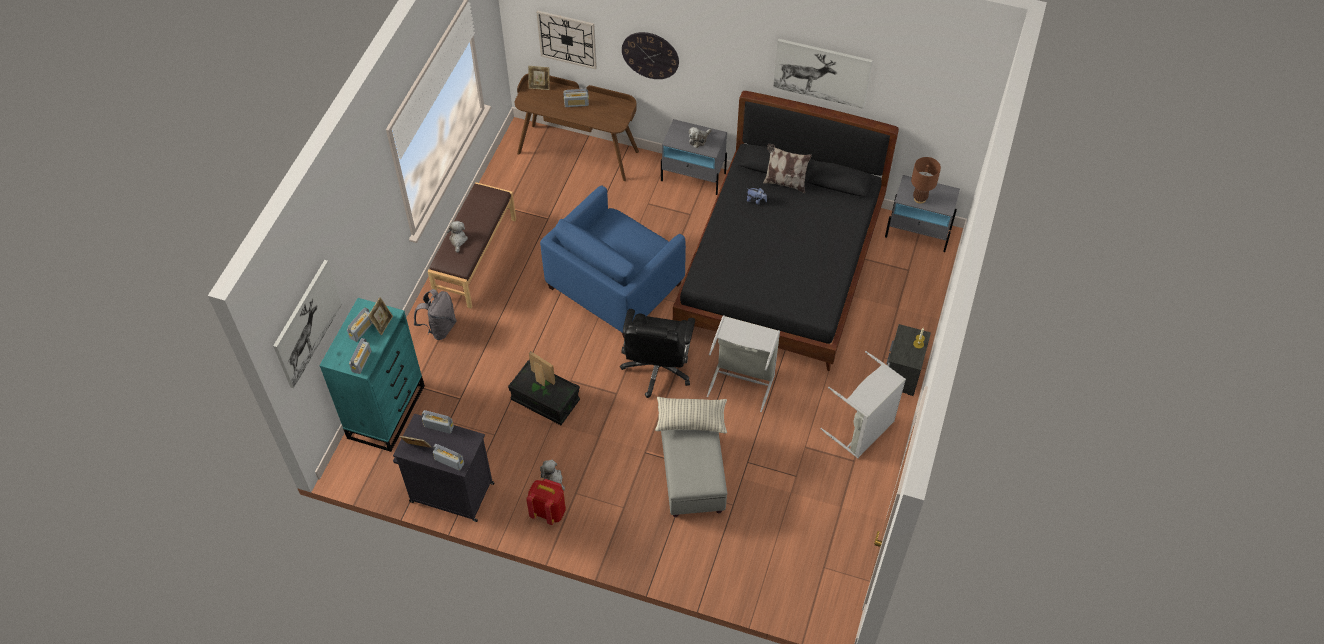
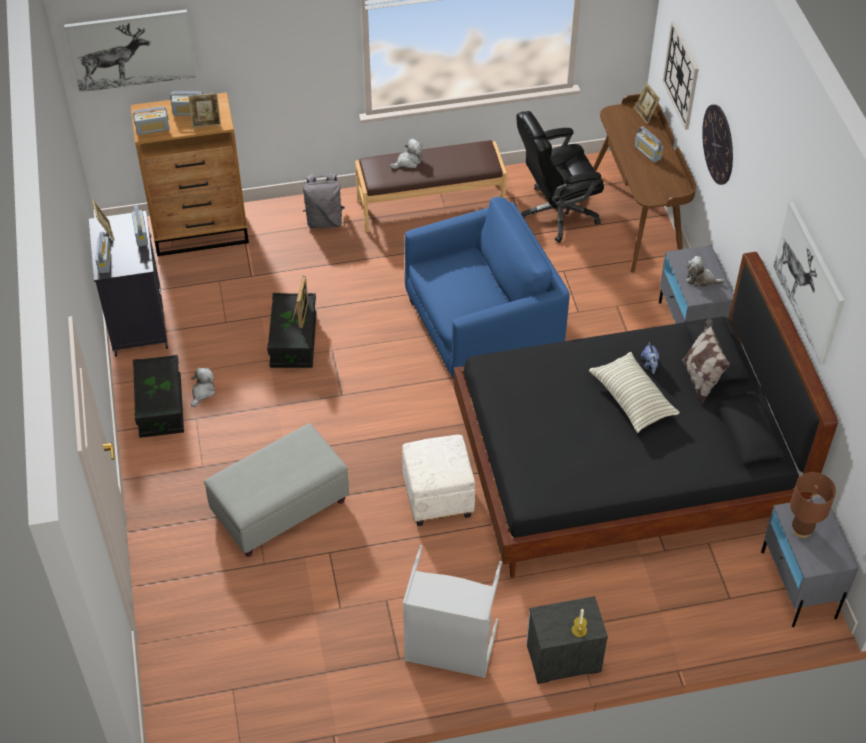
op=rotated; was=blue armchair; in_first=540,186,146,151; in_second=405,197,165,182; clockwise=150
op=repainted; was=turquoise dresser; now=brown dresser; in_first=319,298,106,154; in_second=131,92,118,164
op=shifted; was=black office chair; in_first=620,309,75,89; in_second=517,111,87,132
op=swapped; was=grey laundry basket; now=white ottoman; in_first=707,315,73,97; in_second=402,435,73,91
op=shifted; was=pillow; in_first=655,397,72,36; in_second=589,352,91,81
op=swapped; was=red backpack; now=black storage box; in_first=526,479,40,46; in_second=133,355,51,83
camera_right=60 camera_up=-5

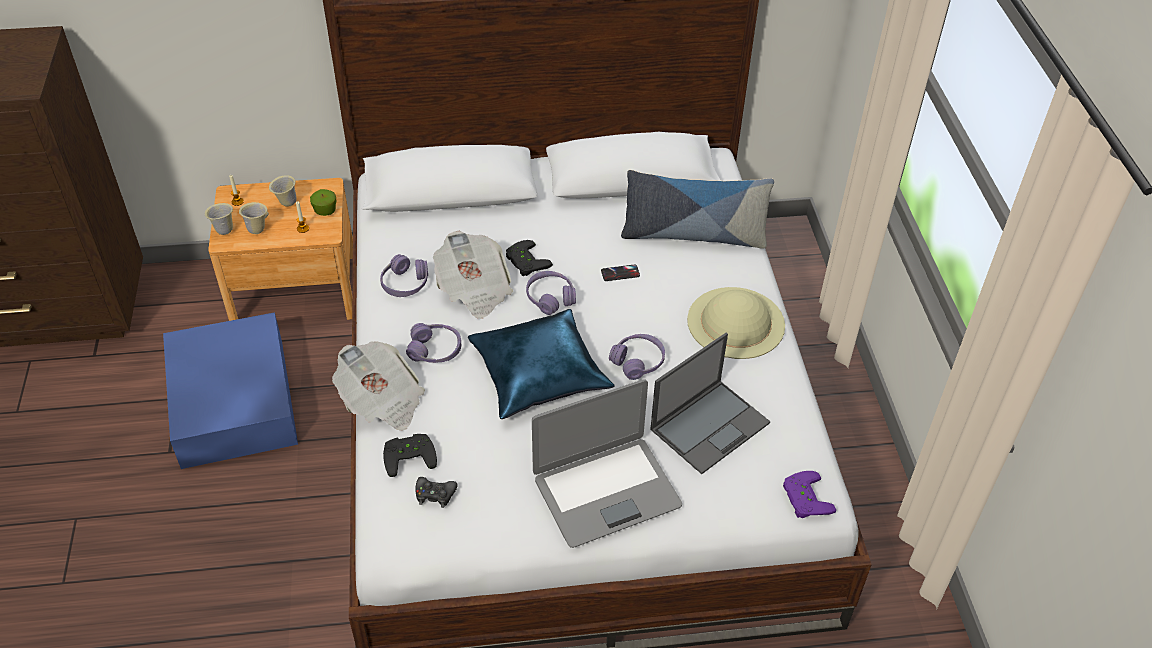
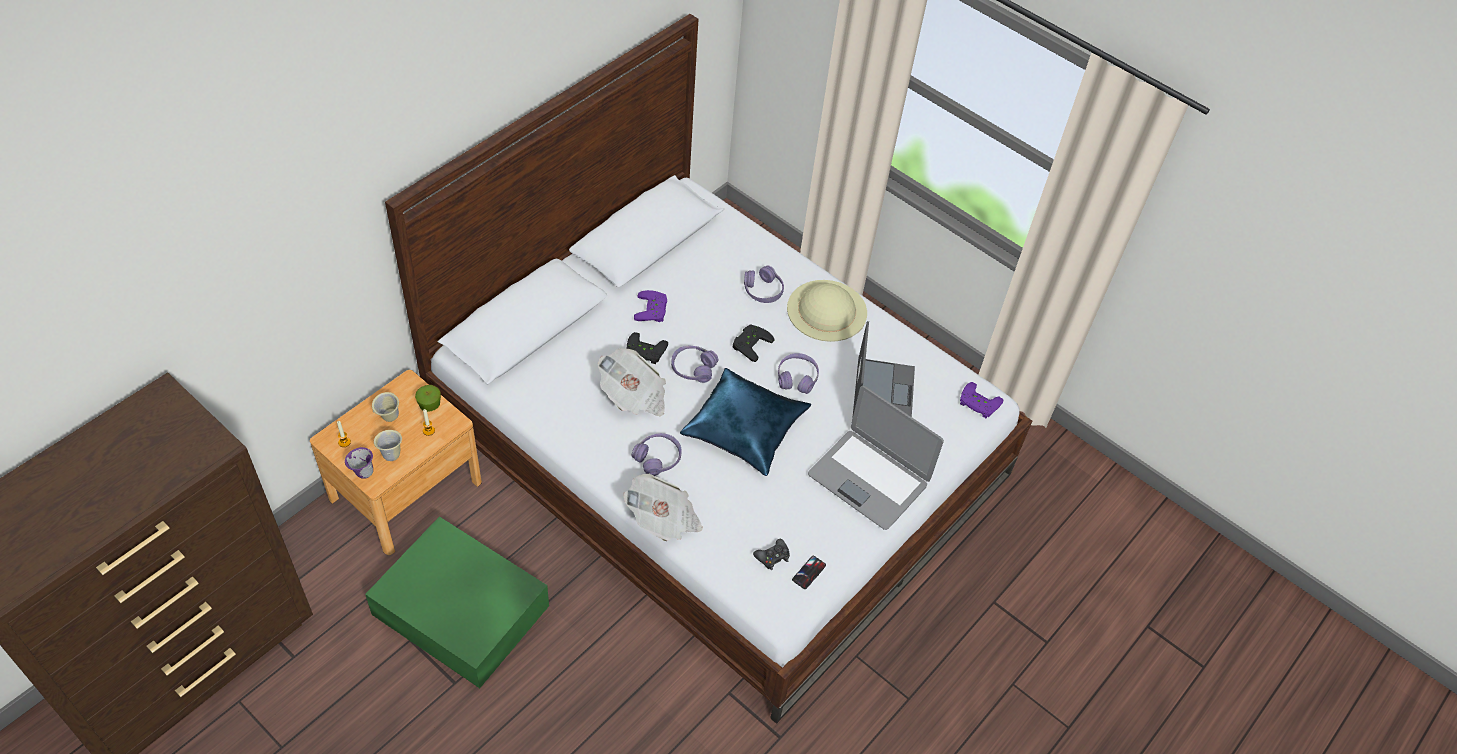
op=gone; was=pillow; in_first=621,170,153,79
op=repainted; was=beige mug; now=purple mug; in_first=205,203,28,32; in_second=345,447,28,32
op=shifted; was=purple headphones; in_first=380,254,48,43; in_second=744,266,40,37
op=shifted; was=phone; in_first=601,264,39,17; in_second=792,556,34,33
op=repainted; was=blue storage box; now=green storage box; in_first=163,312,135,157; in_second=365,516,184,172
op=rotated; was=laptop; in_first=532,379,150,169; in_second=808,385,136,145; clockwise=105
op=shifted; was=black game controller; in_first=383,434,54,43; in_second=733,324,41,38
op=new; now=purple game controller; in_second=634,290,33,32
camera_right=-45 camera_up=5

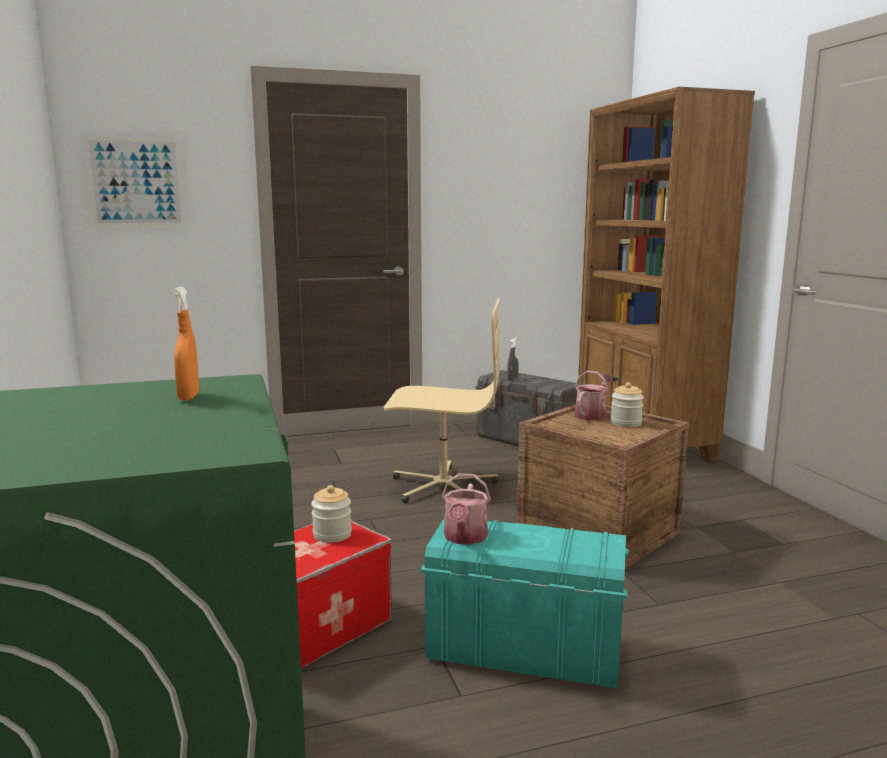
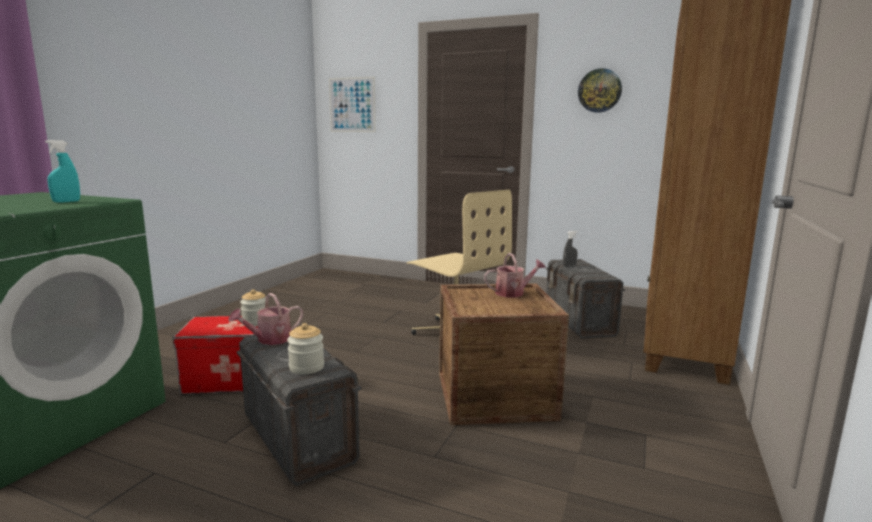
op=repainted; was=orange spray bottle; now=turquoise spray bottle; in_first=173,287,26,114; in_second=45,140,35,62
op=shifted; was=jar; in_first=611,382,33,45; in_second=287,323,37,51
op=repainted; was=turquoise storage box; now=grey storage box; in_first=420,517,208,171; in_second=237,335,125,151
op=new; now=wall clock; in_second=578,68,44,45
camera_right=40 camera_up=0

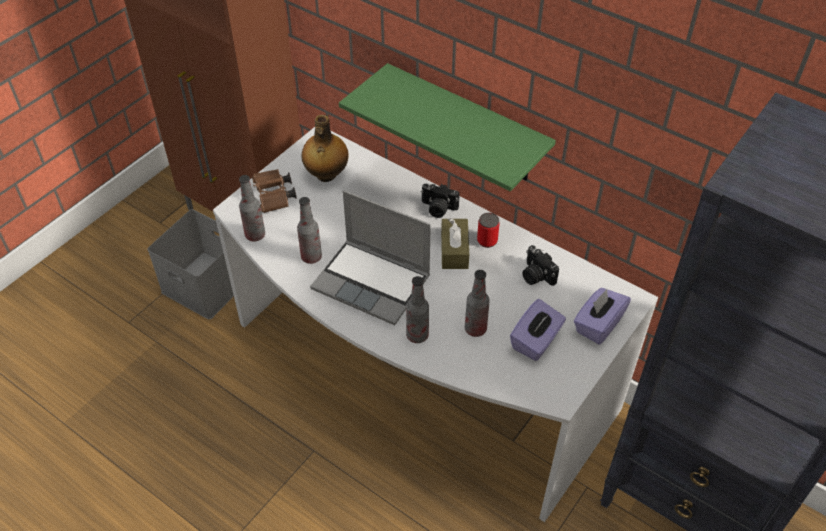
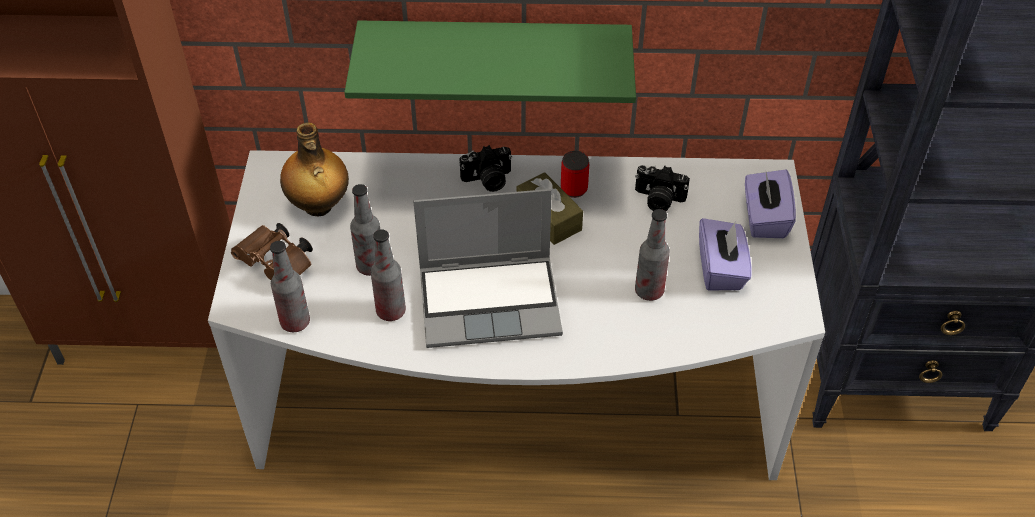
op=gone; was=grey storage box; in_first=147,209,87,111
op=shifted; was=bottle; in_first=406,276,23,67; in_second=350,184,30,92
camera_right=-35 camera_up=0

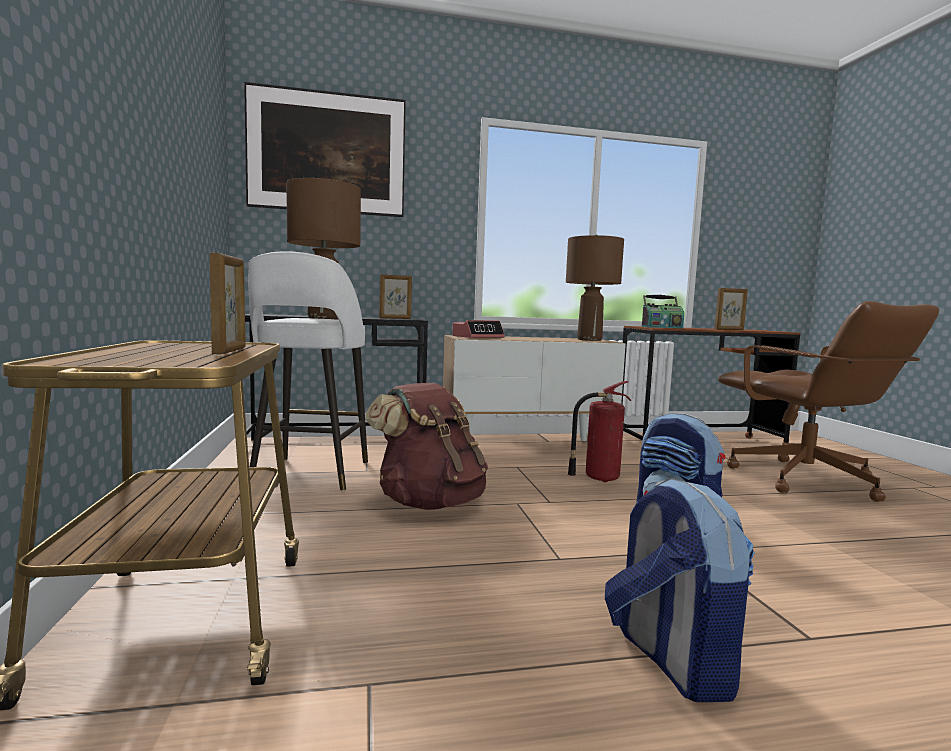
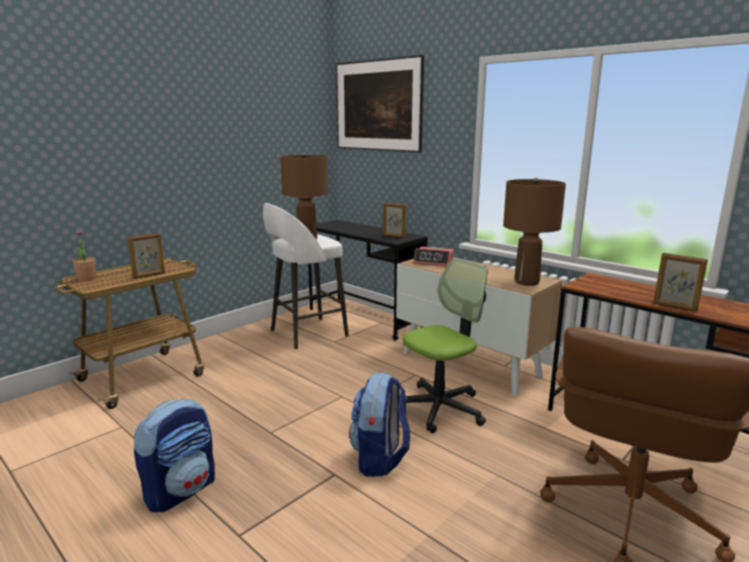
op=gone; was=radio; in_first=642,295,43,33
op=swapped; was=fire extinguisher; now=office chair; in_first=568,381,64,101; in_second=403,258,85,175
op=gone; was=brown backpack; in_first=366,383,122,127
op=new; now=potted plant; in_second=73,229,23,52
camera_right=55 camera_up=10

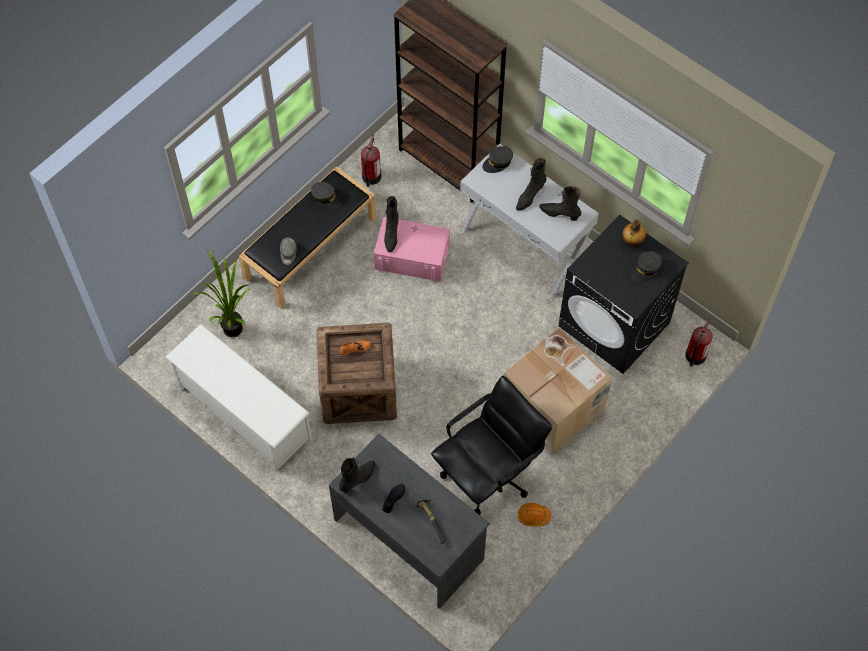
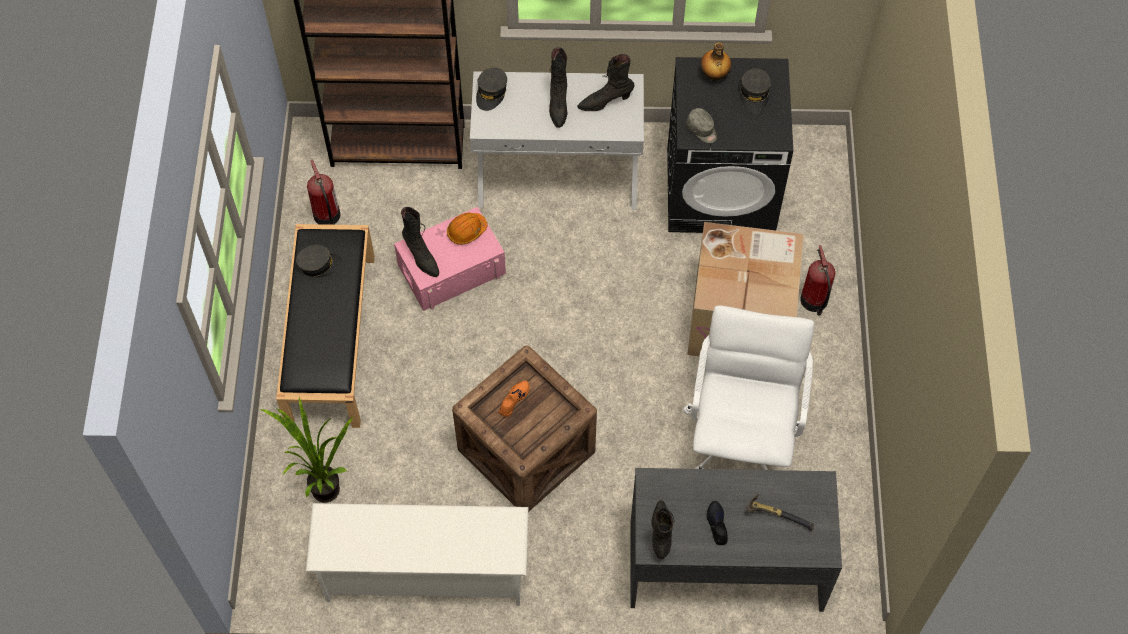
op=shifted; was=grey cap; in_first=280,237,17,28; in_second=686,108,31,35
op=shifted; was=fire extinguisher; in_first=685,317,28,50; in_second=800,245,35,71
op=repainted; was=black office chair; now=white office chair; in_first=431,376,121,139; in_second=683,306,131,164
op=shifted; was=orange hard hat; in_first=518,503,33,24; in_second=447,213,40,32
camera_right=-40 camera_up=0

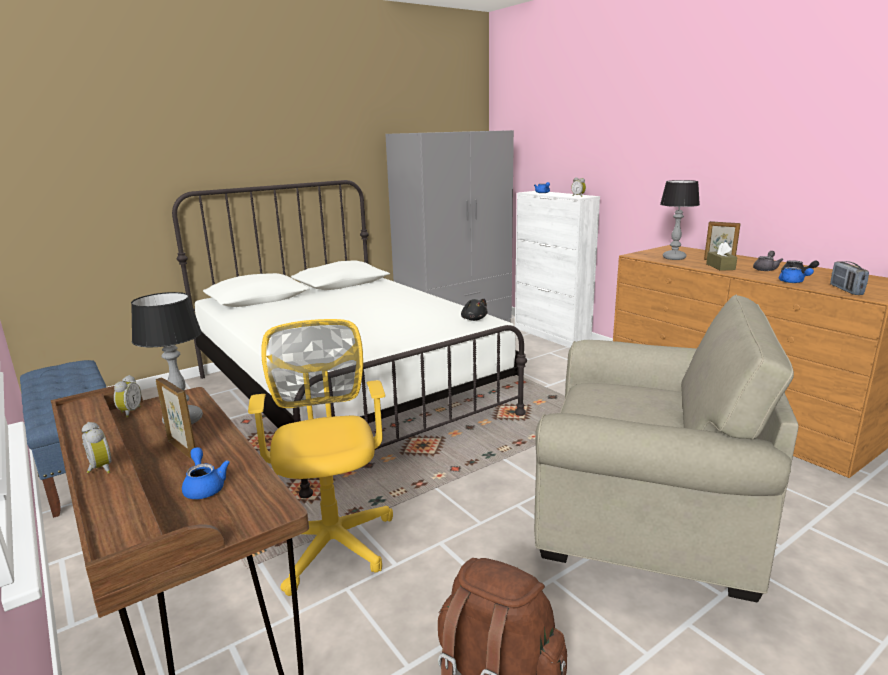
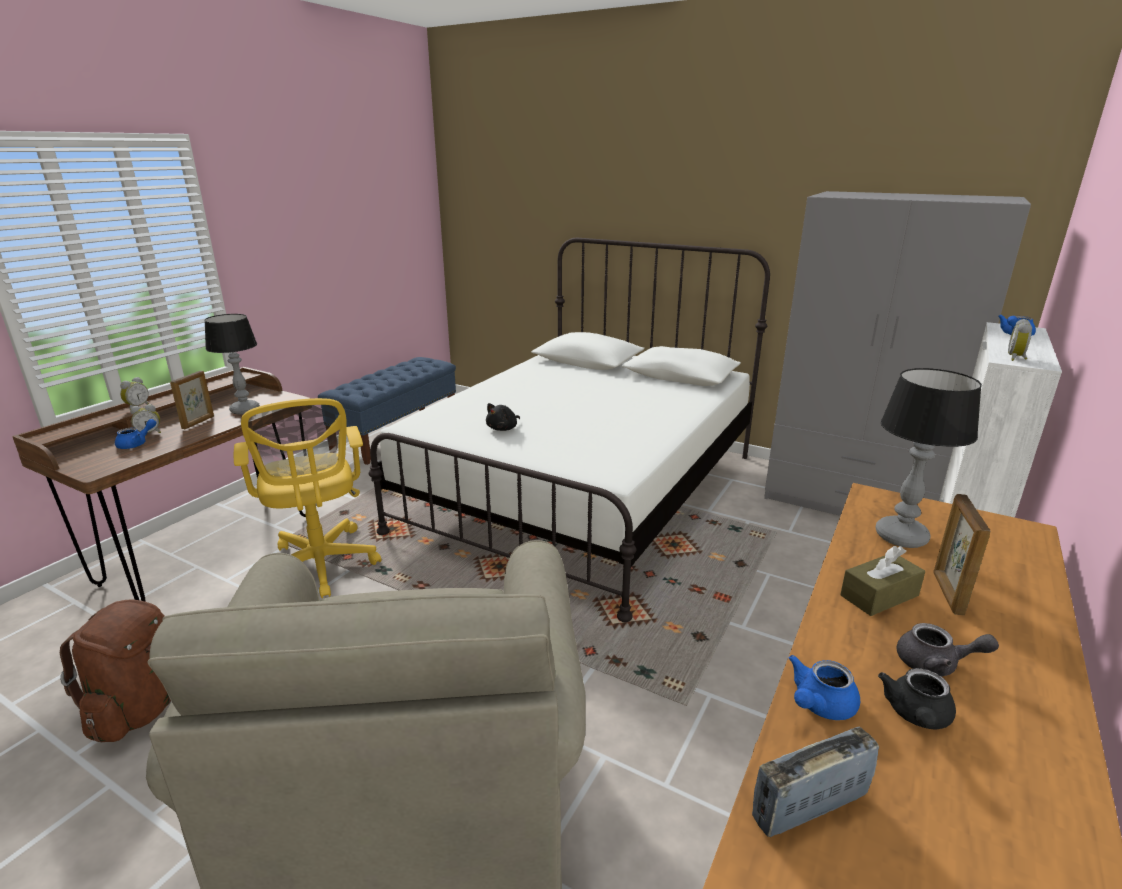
op=shifted; was=black plush toy; in_first=461,299,27,22; in_second=486,403,34,28
op=rotated; was=yellow office chair; in_first=248,319,145,277; in_second=234,398,147,200; clockwise=105
op=shifted; was=alarm clock; in_first=114,375,27,43; in_second=130,404,31,29
camera_right=65 camera_up=5

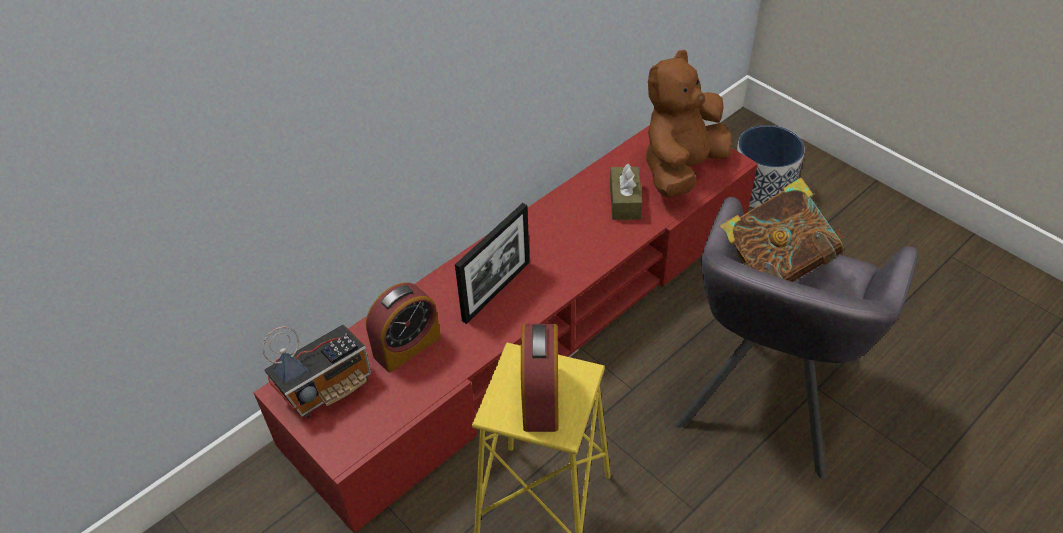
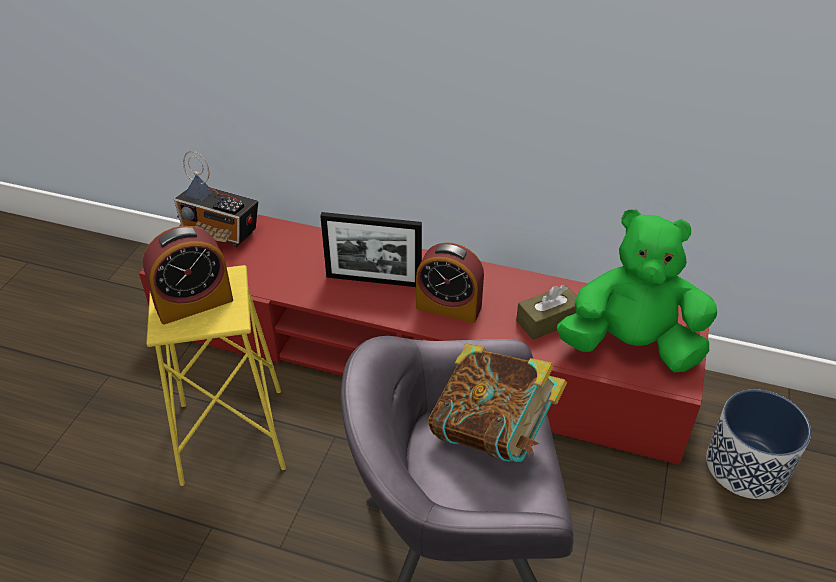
op=repainted; was=brown plush toy; now=green plush toy; in_first=646,50,86,148; in_second=557,209,160,163
op=shifted; was=alarm clock; in_first=366,283,75,90; in_second=416,242,68,81
camera_right=60 camera_up=-5

